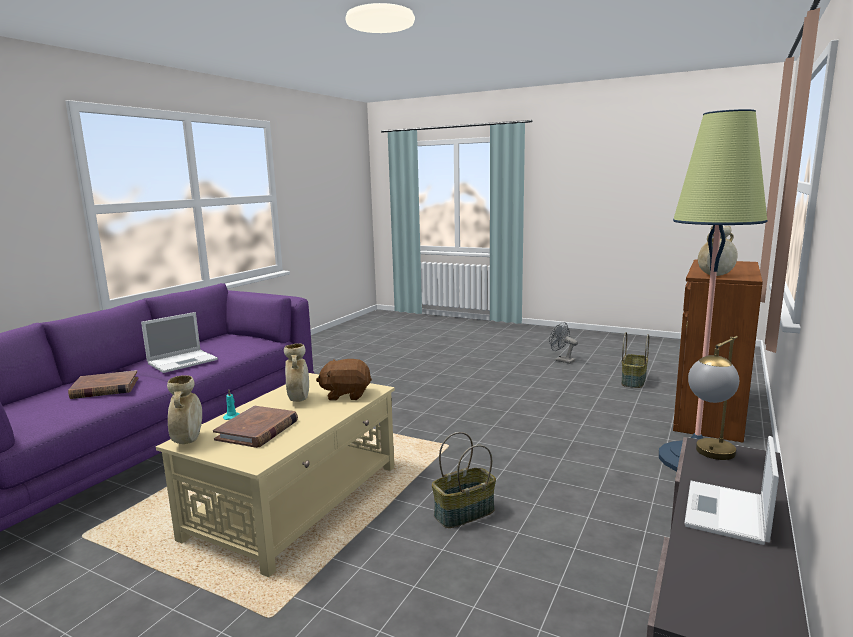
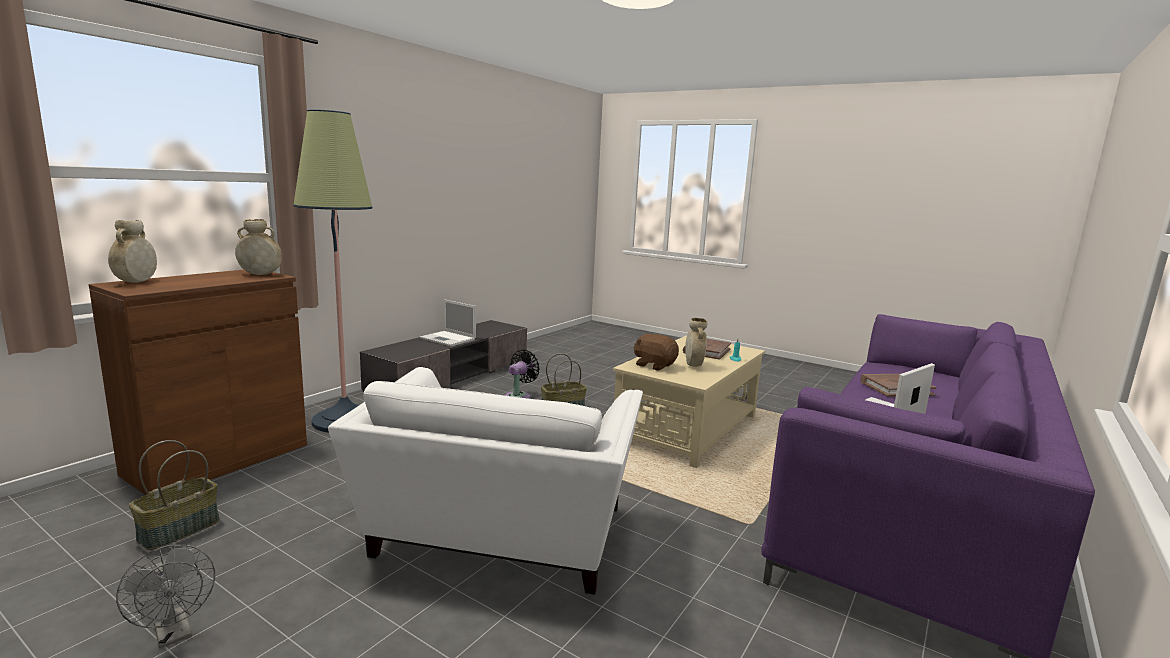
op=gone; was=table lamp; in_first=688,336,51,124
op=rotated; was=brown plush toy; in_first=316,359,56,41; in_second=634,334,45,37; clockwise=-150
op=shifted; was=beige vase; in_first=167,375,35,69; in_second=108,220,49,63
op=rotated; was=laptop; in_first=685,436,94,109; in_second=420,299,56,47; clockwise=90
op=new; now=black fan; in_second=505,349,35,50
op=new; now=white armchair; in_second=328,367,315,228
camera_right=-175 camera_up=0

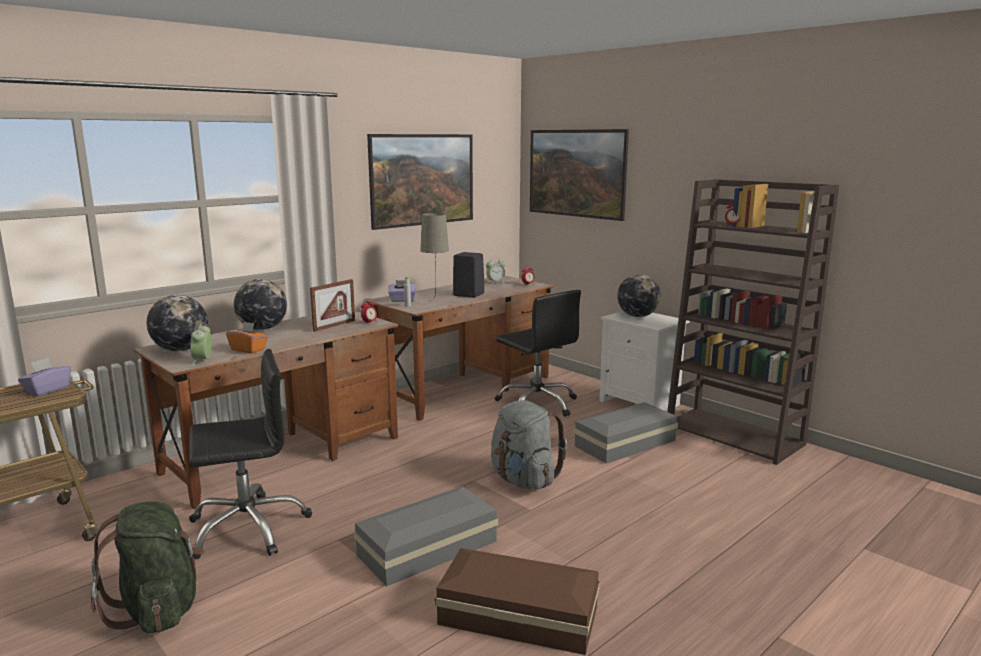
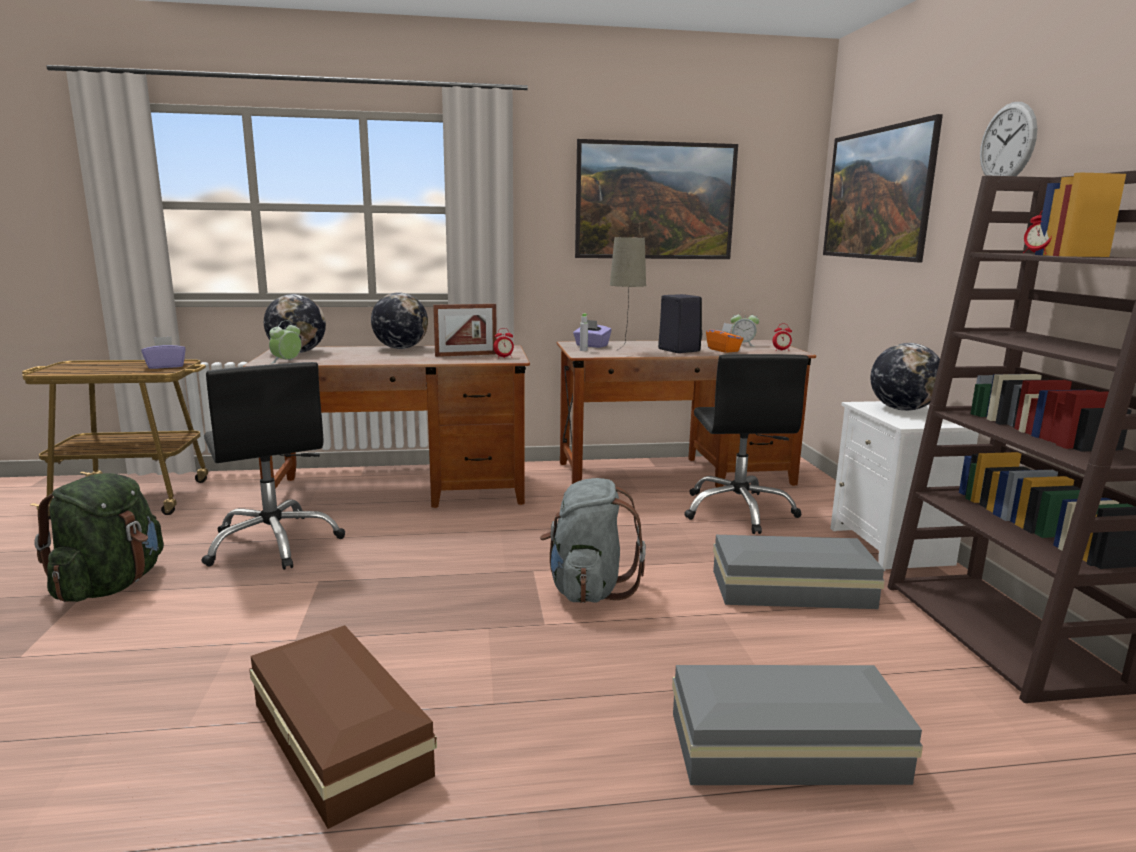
op=shifted; was=orange tissue box; in_first=226,322,42,32; in_second=706,323,38,30
op=rotated; was=black office chair; in_first=189,349,123,210; in_second=201,362,144,208; clockwise=45
op=shifted; was=grey storage box; in_first=354,486,144,101; in_second=672,665,251,120
op=new; now=wall clock; in_second=980,102,57,74
camera_right=35 camera_up=0

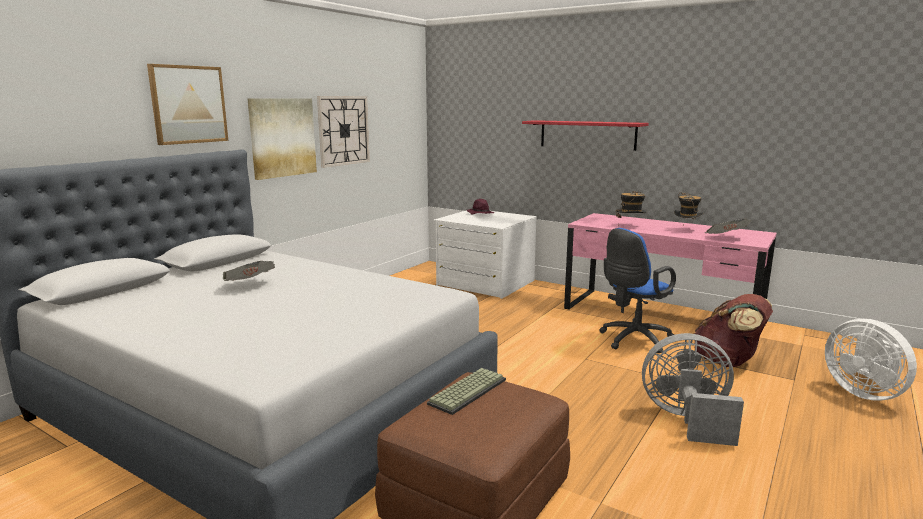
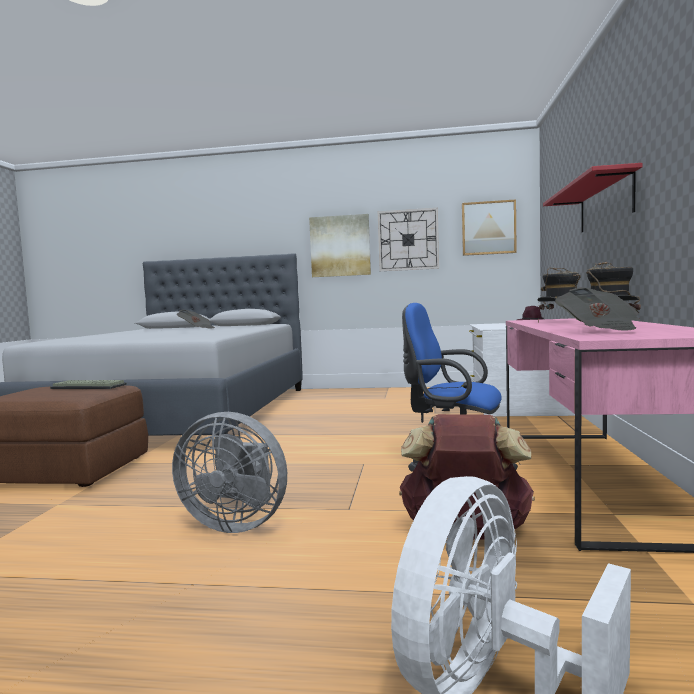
op=shifted; was=picture; in_first=147,64,81,81; in_second=462,199,55,57
op=rotated; was=grey fan; in_first=642,333,102,113; in_second=172,412,115,121; clockwise=120
camera_right=65 camera_up=-10

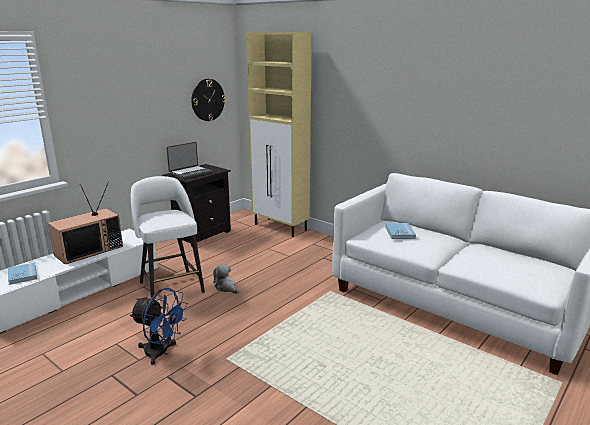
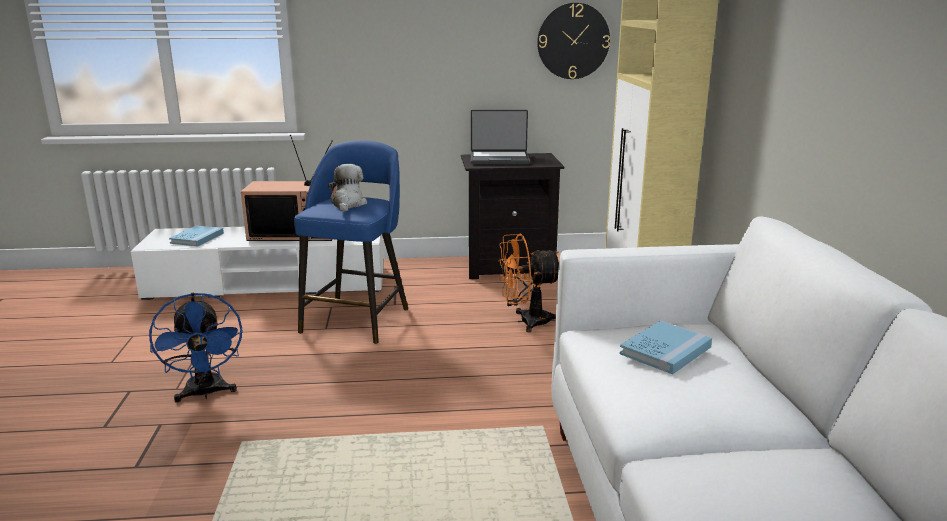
op=repainted; was=white stool; now=blue stool; in_first=131,176,74,123; in_second=294,140,114,204
op=shifted; was=plush toy; in_first=213,264,26,30; in_second=328,164,39,48
op=new; now=orange fan; in_second=498,234,61,98
camera_right=45 camera_up=0

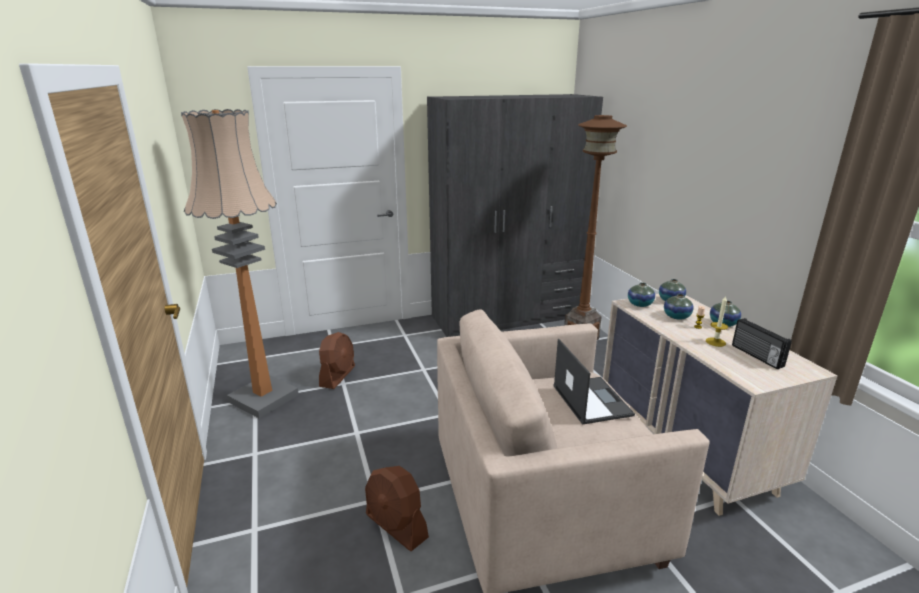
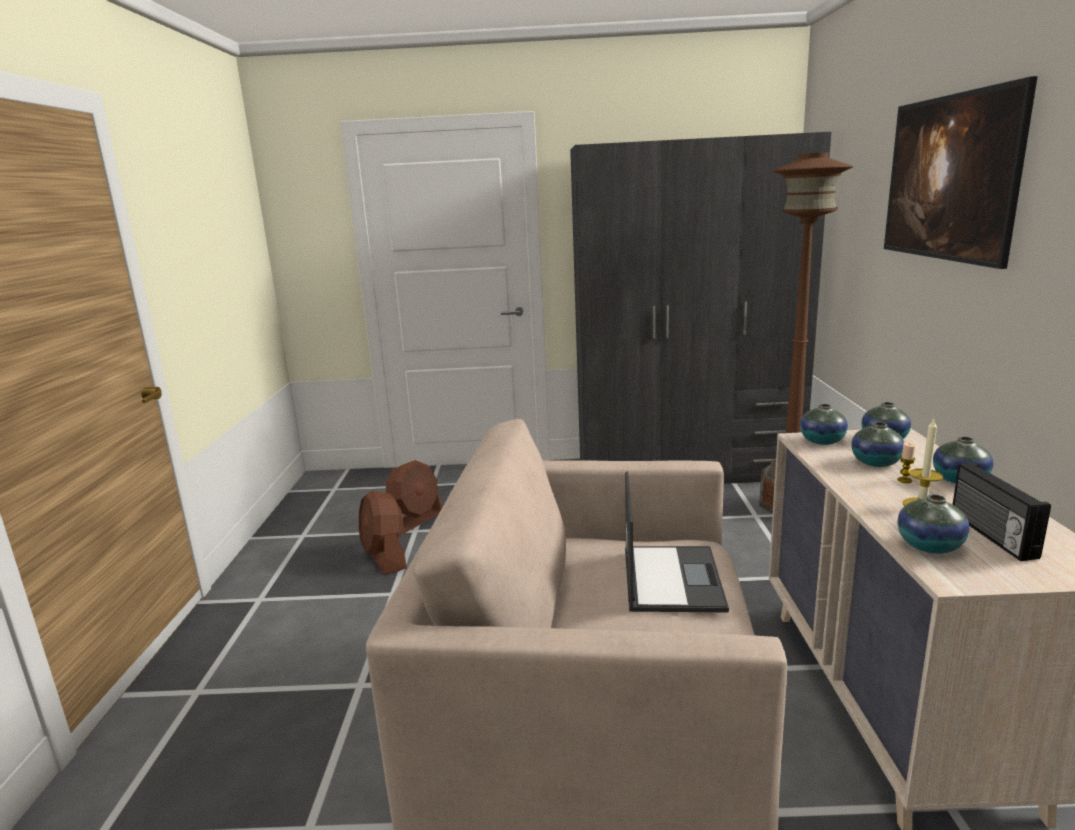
op=gone; was=floor lamp; in_first=181,109,118,309
op=shifted; was=brown fan; in_first=365,466,64,85; in_second=359,491,48,84
op=new; now=picture; in_second=884,76,154,193
op=new; now=vase; in_second=898,494,72,60
camera_right=20 camera_up=-5

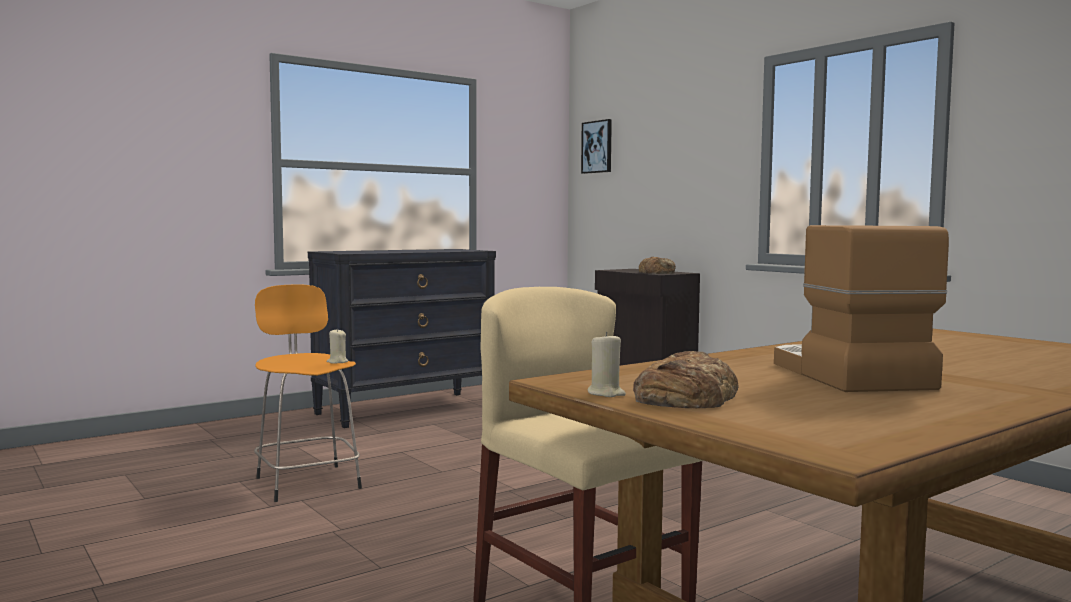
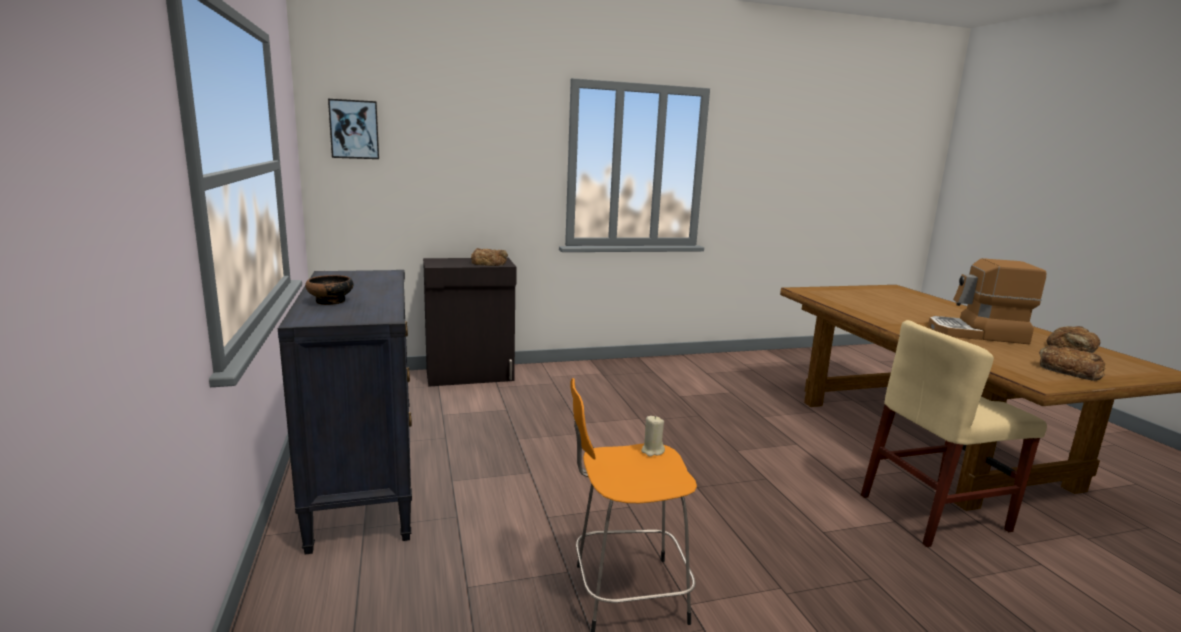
op=gone; was=beige candle; in_first=588,332,38,65
op=new; now=bowl; in_second=305,275,49,30
op=new; now=bread; in_second=1047,326,53,27
camera_right=-70 camera_up=10

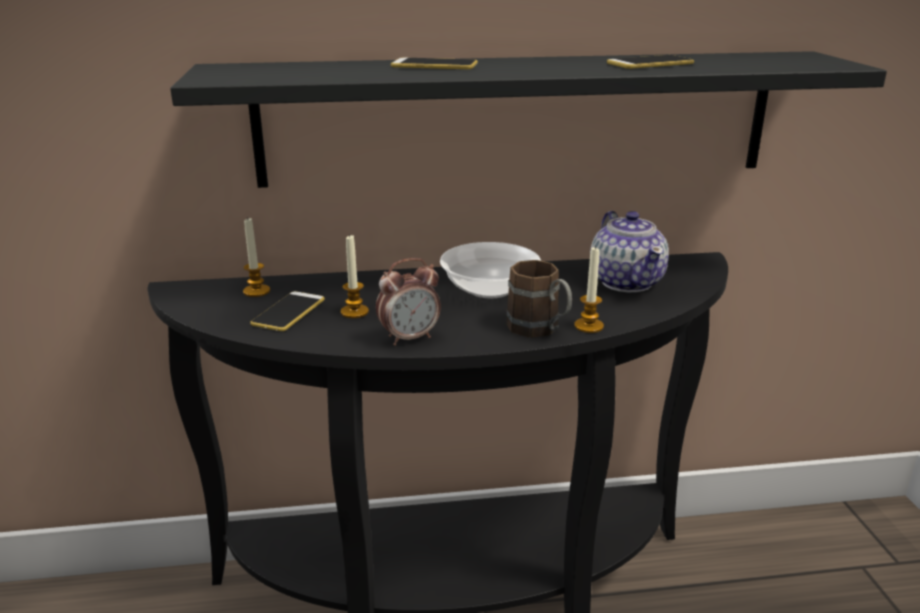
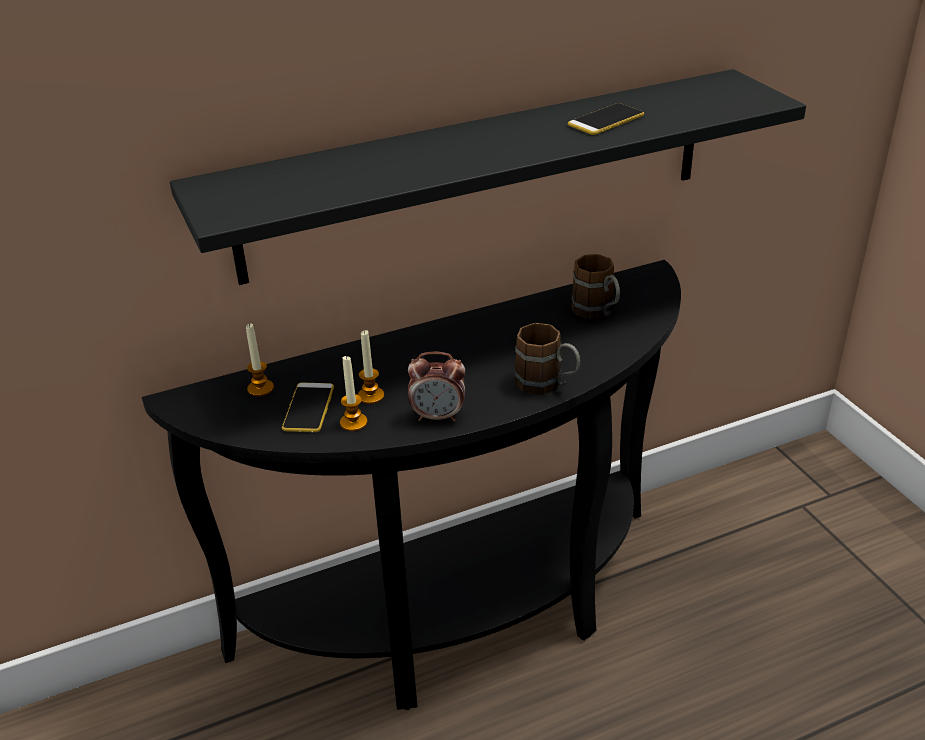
op=gone; was=phone; in_first=391,58,87,11
op=swapped; was=teapot; now=brown mug; in_first=590,211,79,81; in_second=571,254,49,65
op=gone; was=bowl; in_first=440,242,101,56
op=shifted; was=candle; in_first=574,246,30,87; in_second=340,356,28,75
op=rotated; was=alarm clock; in_first=376,258,65,88; in_second=408,352,57,69; clockwise=45
camera_right=-15 camera_up=10

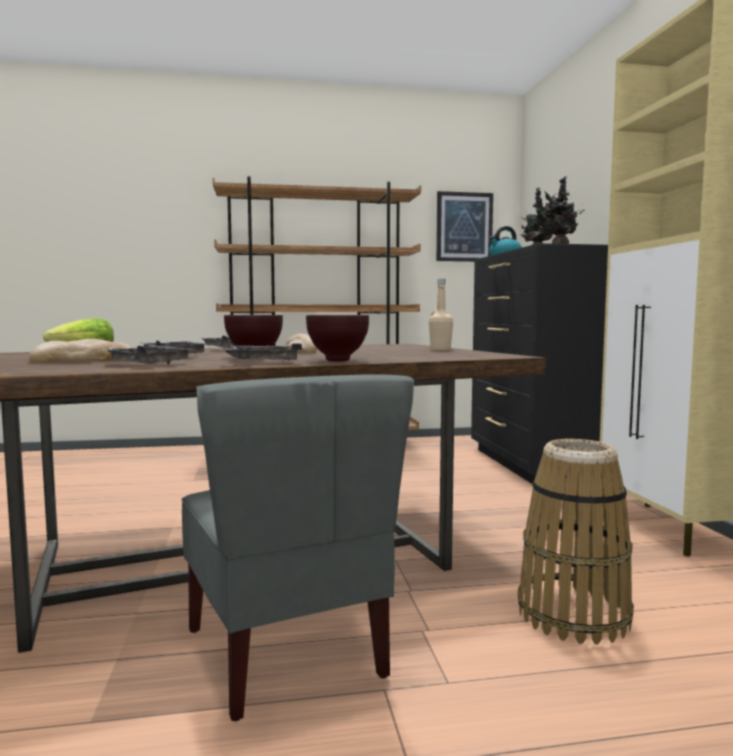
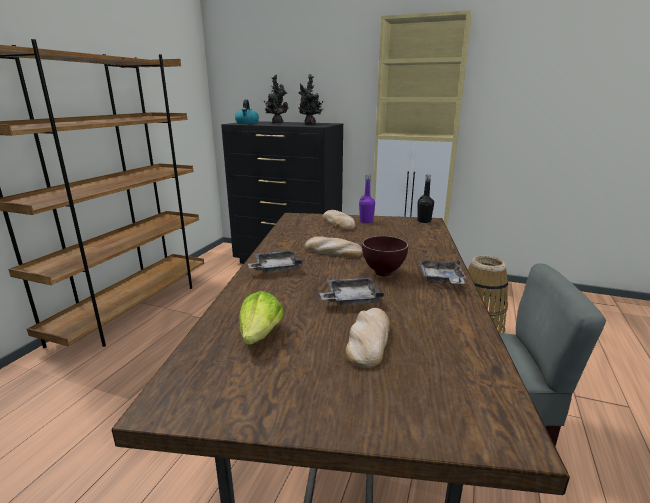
op=gone; was=picture; in_first=436,191,57,71
op=repainted; was=beige bottle; now=purple bottle; in_first=429,279,24,72; in_second=359,175,16,48
op=gone; was=brown bowl; in_first=306,315,63,47
op=gone; was=grey tray; in_first=107,346,86,18
op=new; now=black bottle; in_second=418,175,16,48
op=new; now=bread; in_second=323,210,32,20
camera_right=-60 camera_up=15

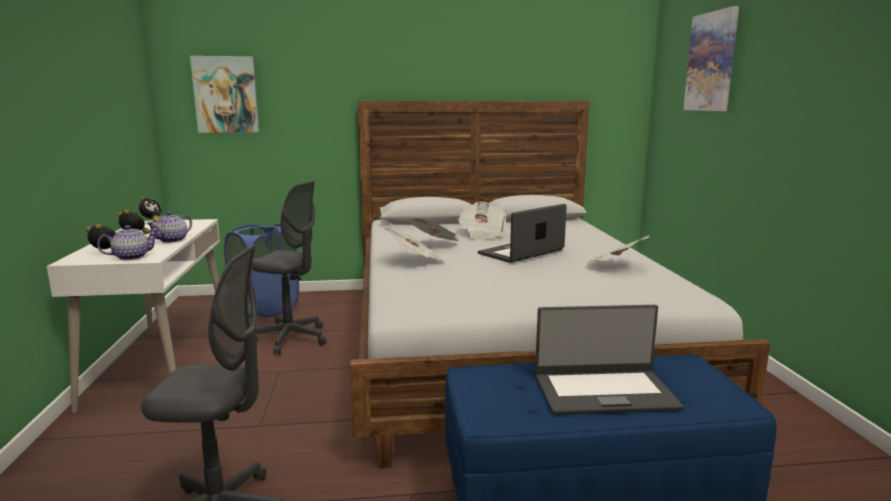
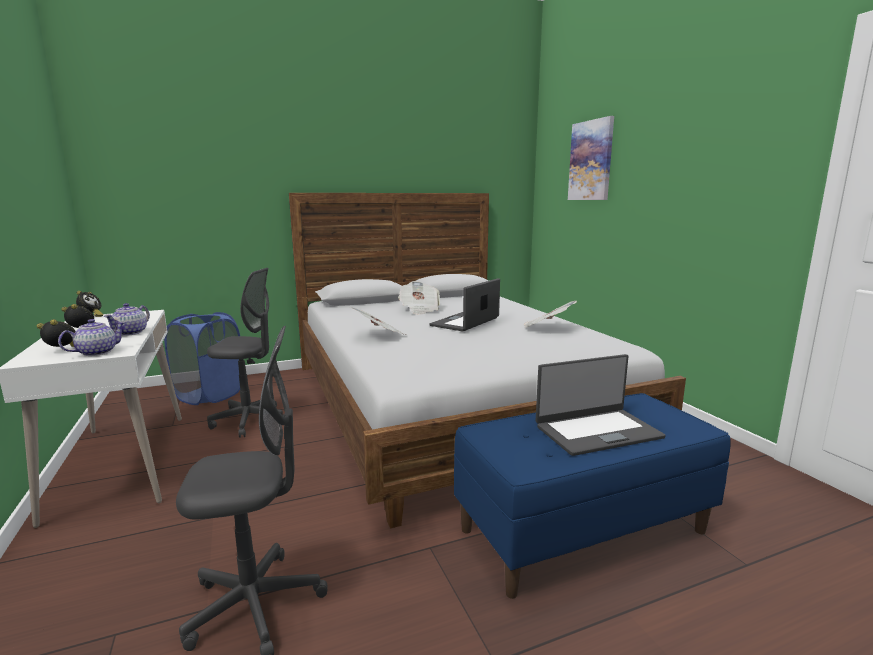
op=gone; was=picture; in_first=190,56,69,77
op=gone; was=newspaper; in_first=406,219,52,22
camera_right=-15 camera_up=0

